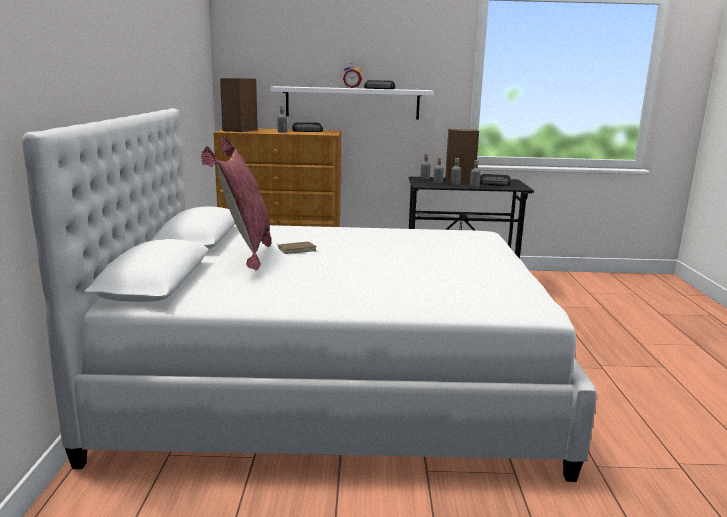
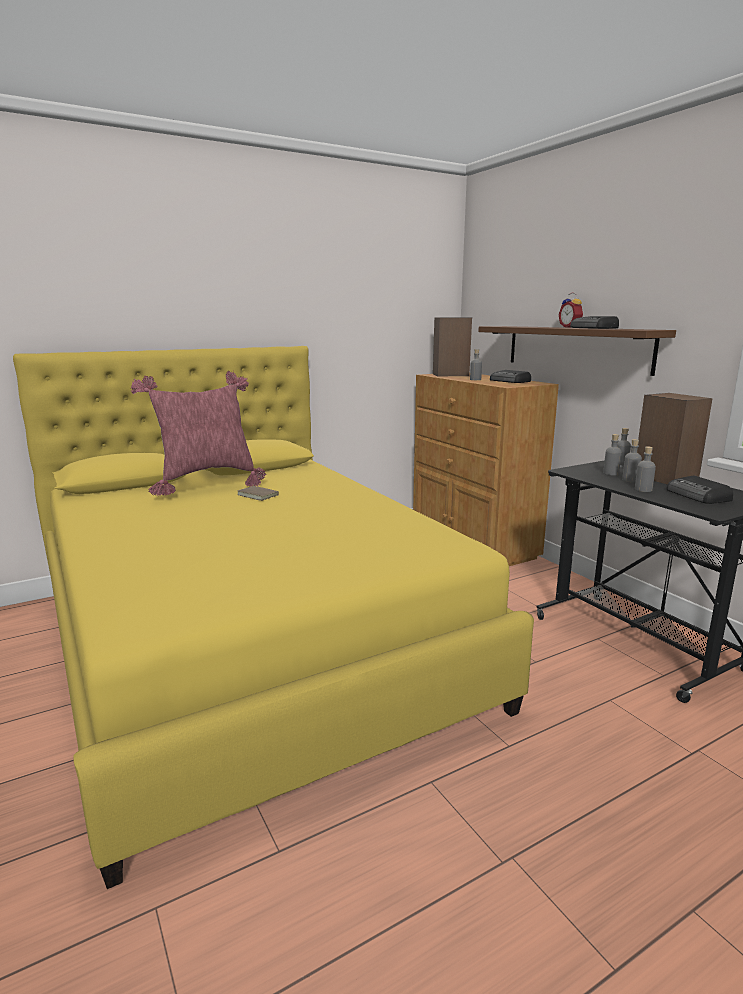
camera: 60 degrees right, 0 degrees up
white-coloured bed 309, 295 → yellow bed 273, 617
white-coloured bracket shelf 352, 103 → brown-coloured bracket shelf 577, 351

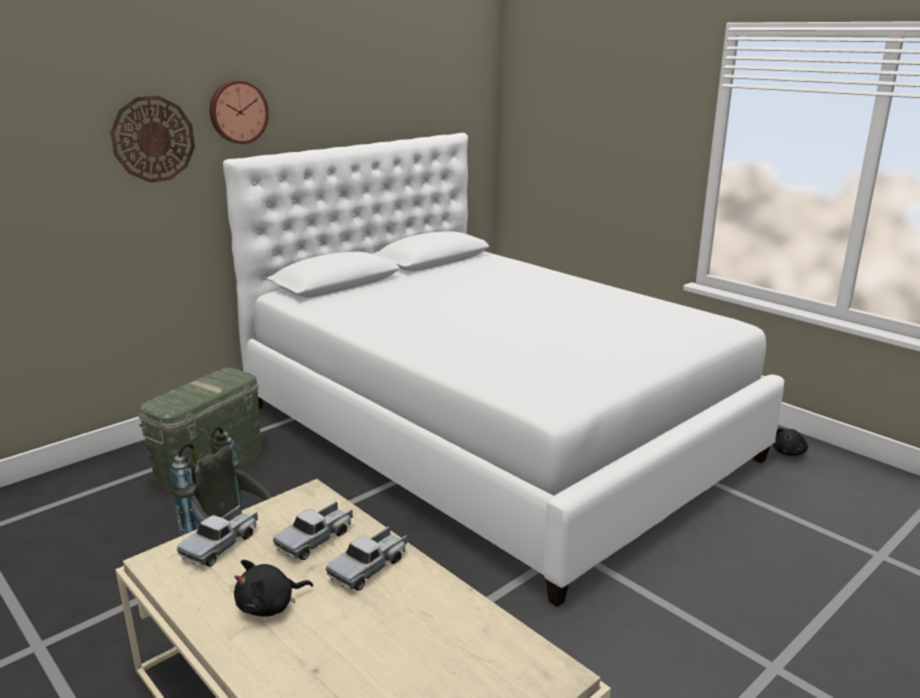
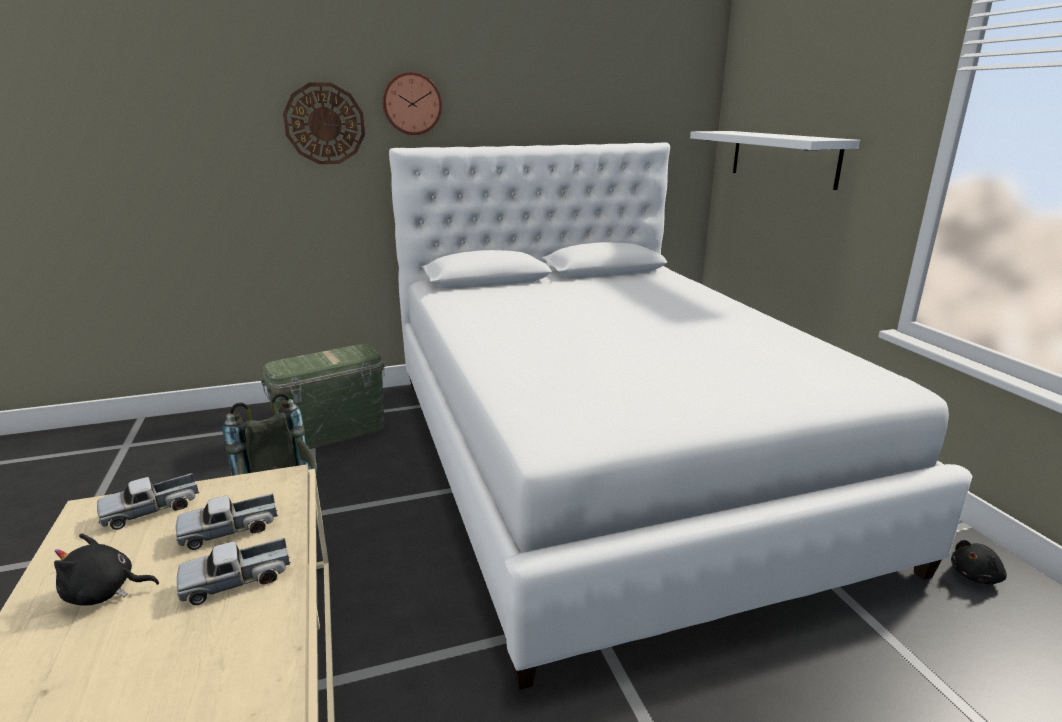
camera: 25 degrees right, 0 degrees up
- → white-coloured bracket shelf 775, 160

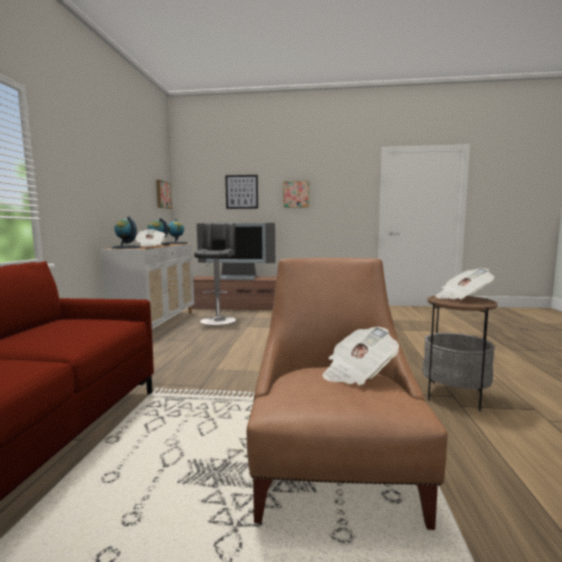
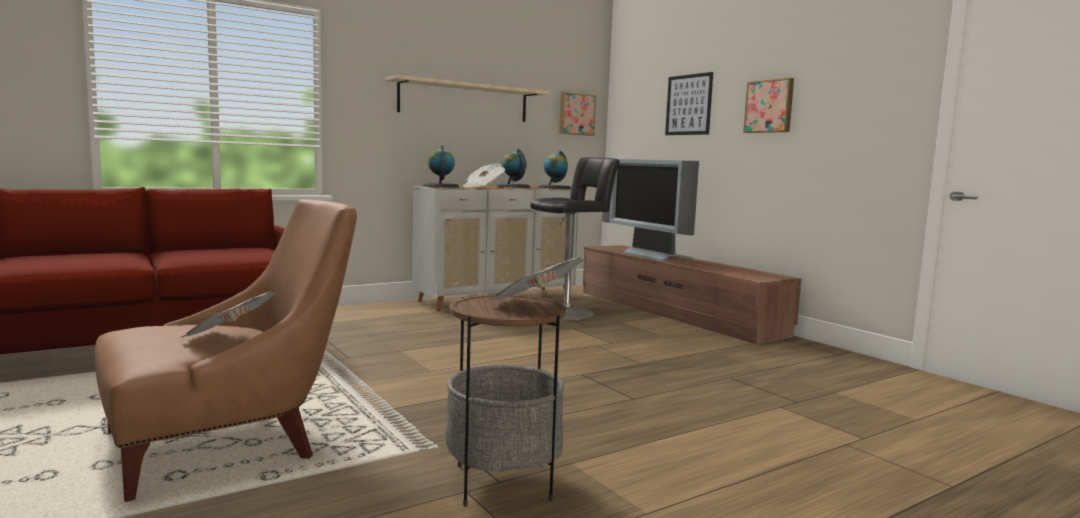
camera: 50 degrees right, 0 degrees up
- → beige bracket shelf 467, 98

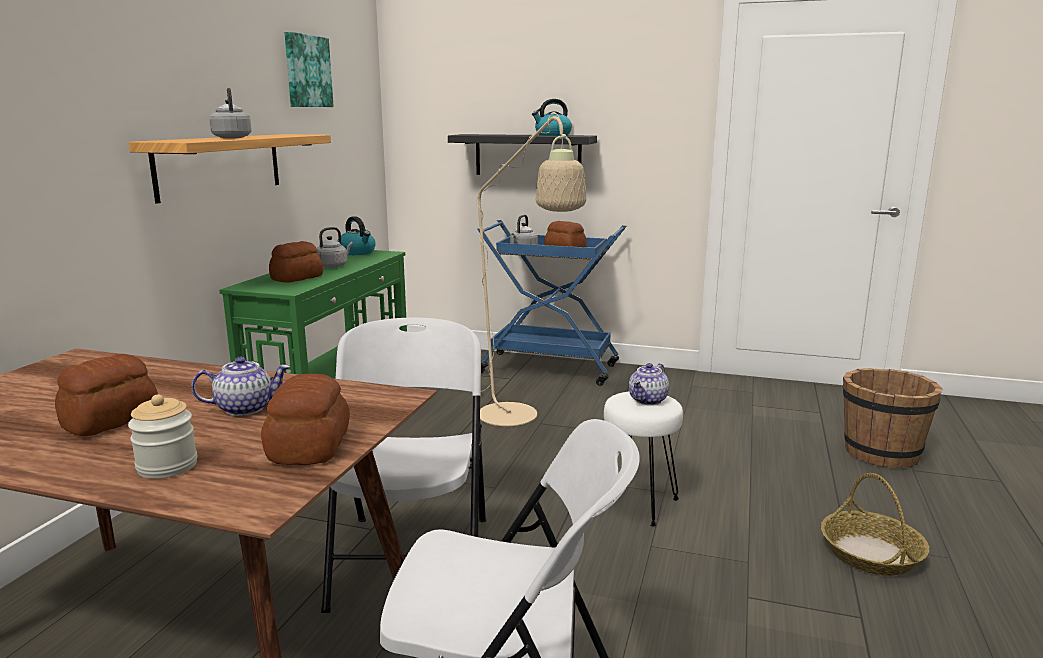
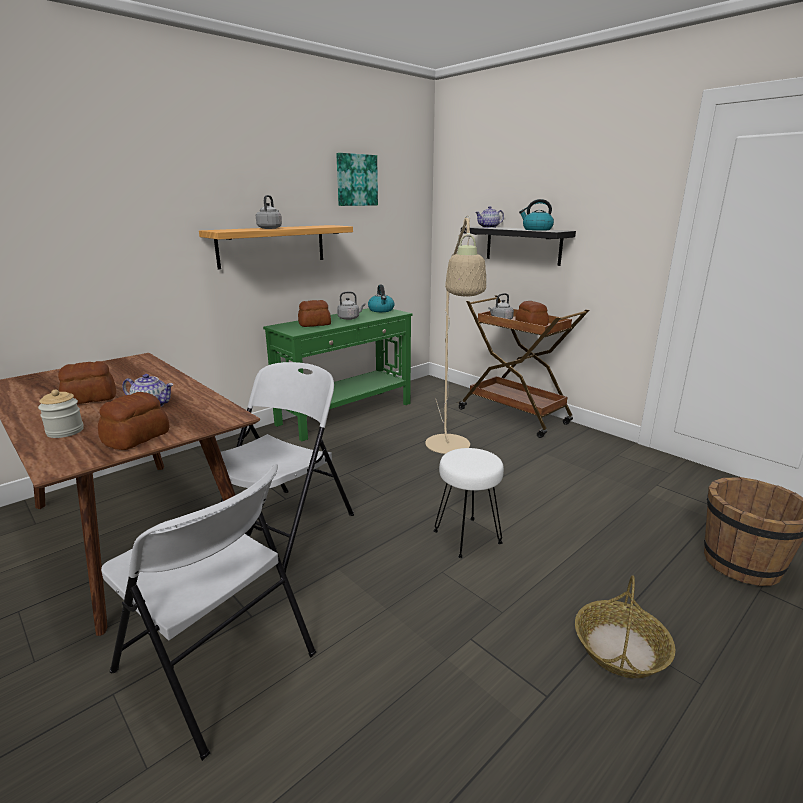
camera: 30 degrees right, 5 degrees up
bluish wheeled cart 552, 303 → brown-coloured wheeled cart 523, 366
pot for tea 649, 384 → pot for tea 489, 217, relocated

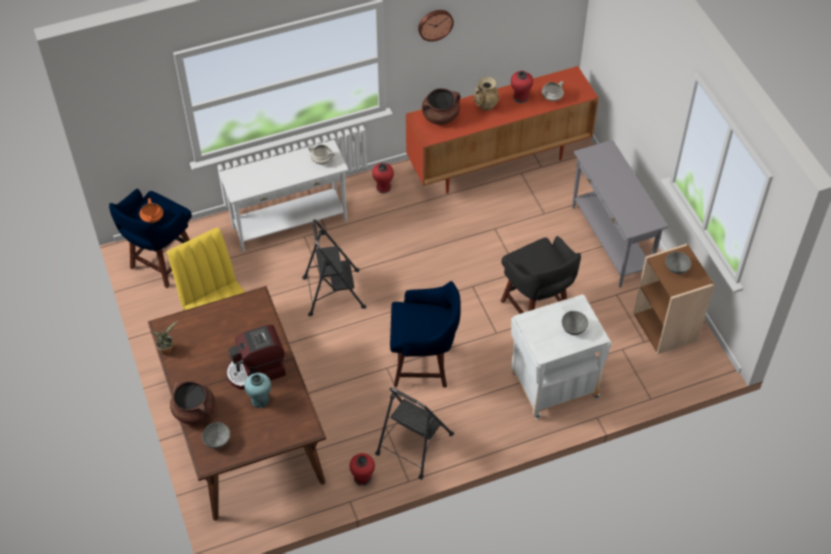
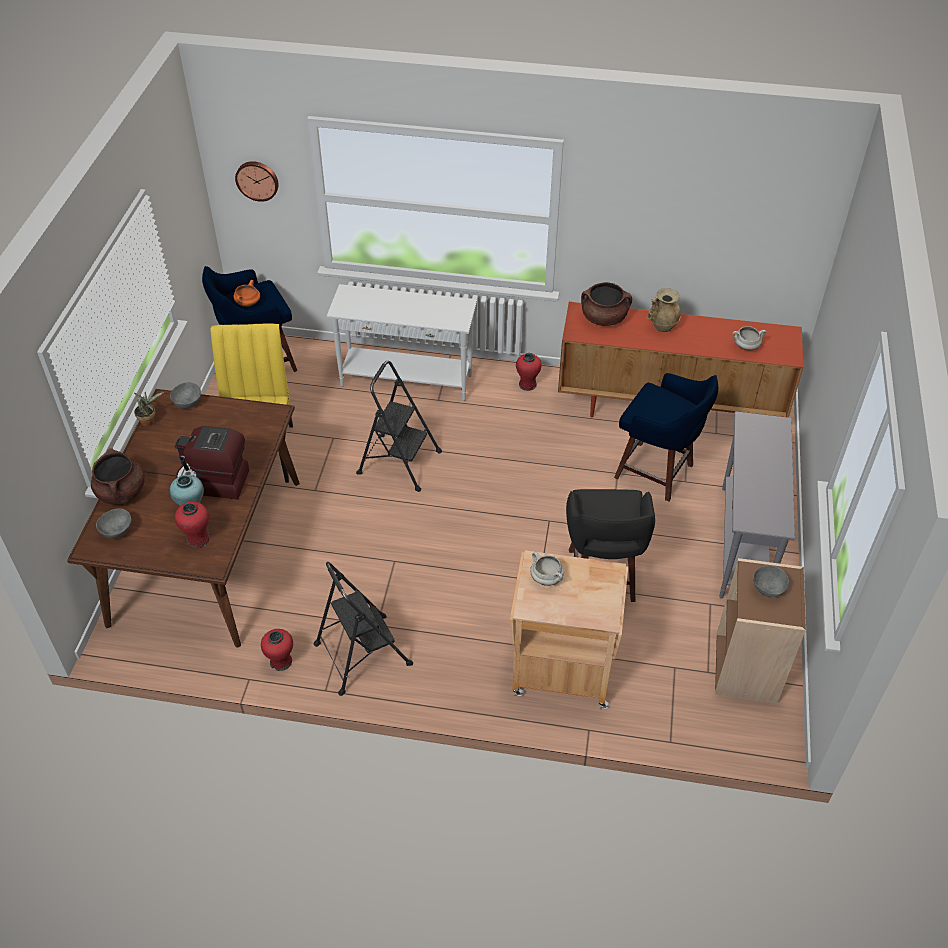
camera: 30 degrees right, 5 degrees down
white-coloured saucepot 321, 154 → white-coloured saucepot 547, 569, relocated
bluish stool seat 425, 334 → bluish stool seat 666, 437, relocated
hanging clock 436, 26 → hanging clock 257, 181, relocated
red-coloured decorative vase 522, 87 → red-coloured decorative vase 192, 525, relocated
white-coloured wheeled cart 561, 357 → brown-coloured wheeled cart 569, 629
greyish deep dish 575, 323 → greyish deep dish 185, 395, relocated

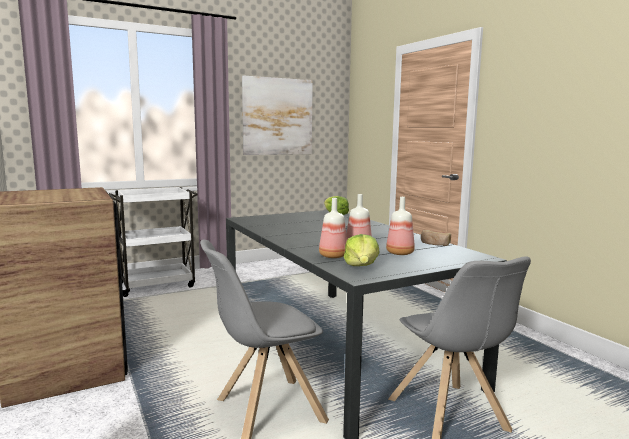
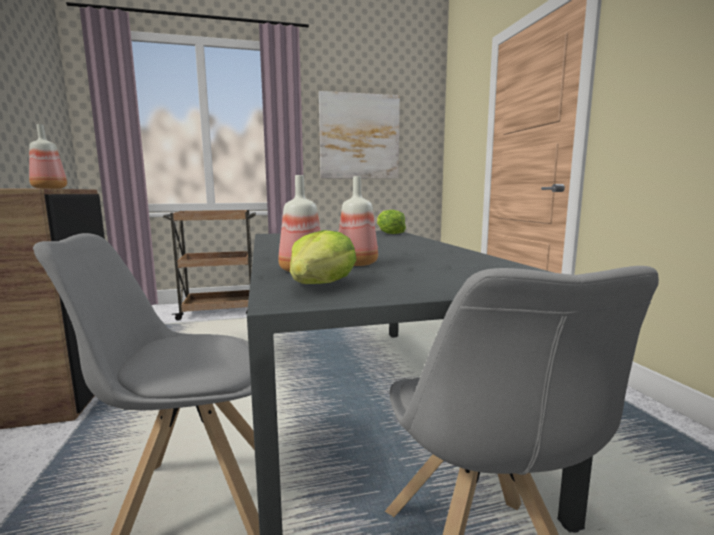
camera: 15 degrees right, 0 degrees up
white-coloured wheeled cart 153, 242 → brown-coloured wheeled cart 209, 265
drink bottle 400, 226 → drink bottle 48, 156, relocated
bread 436, 238 → -

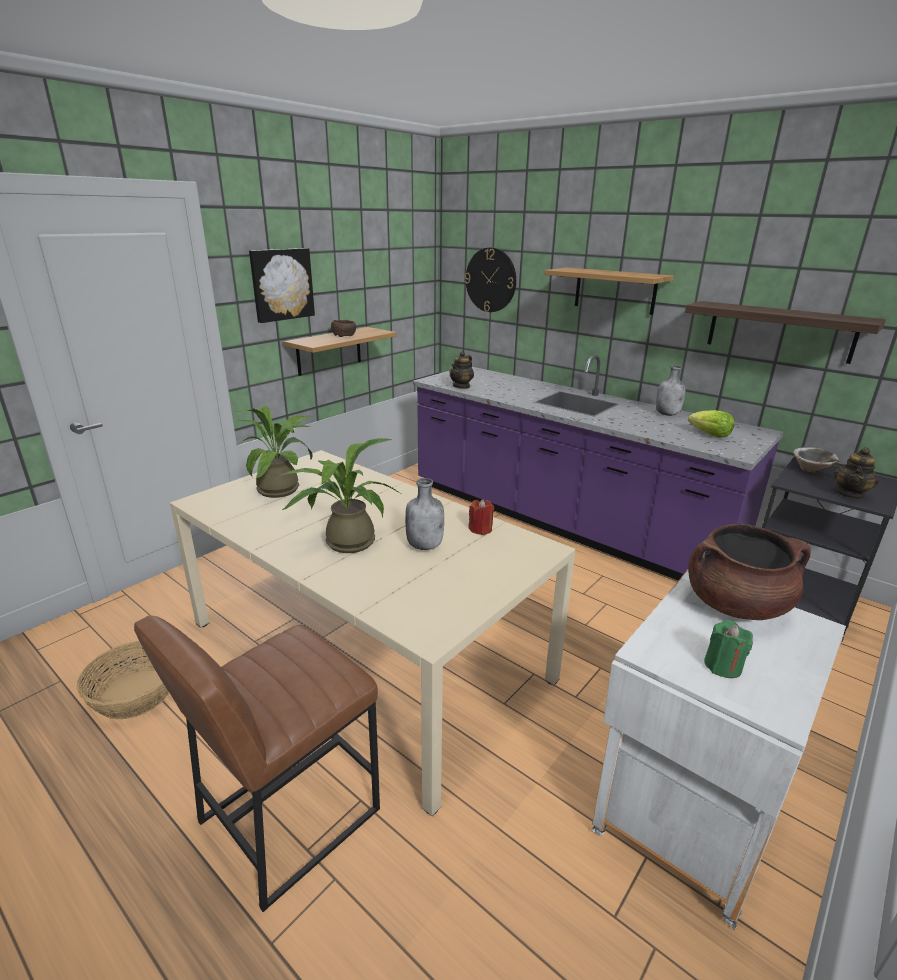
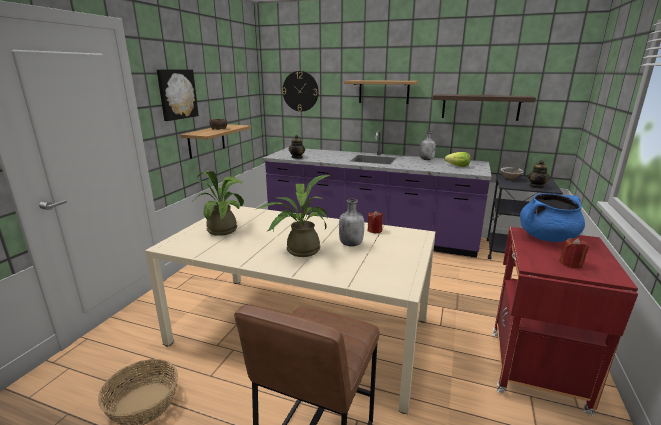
camera: 20 degrees left, 5 degrees down
white-coloured wheeled cart 718, 750 → red-coloured wheeled cart 565, 321
brown-coloured saucepot 749, 572 → bluish saucepot 552, 217
green wax candle 728, 649 → red-coloured wax candle 574, 253

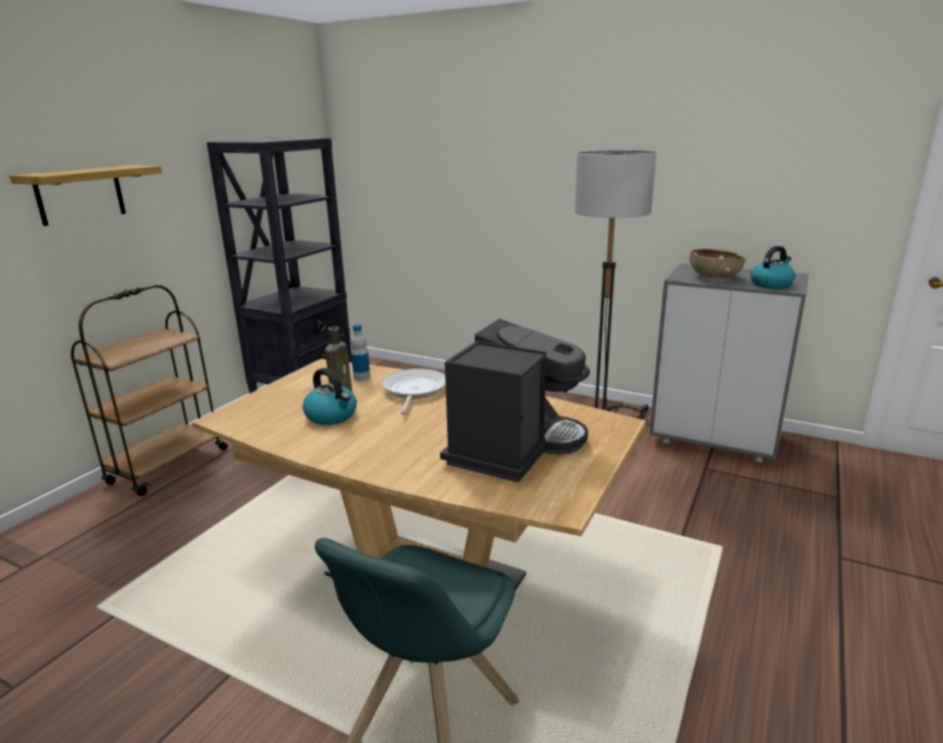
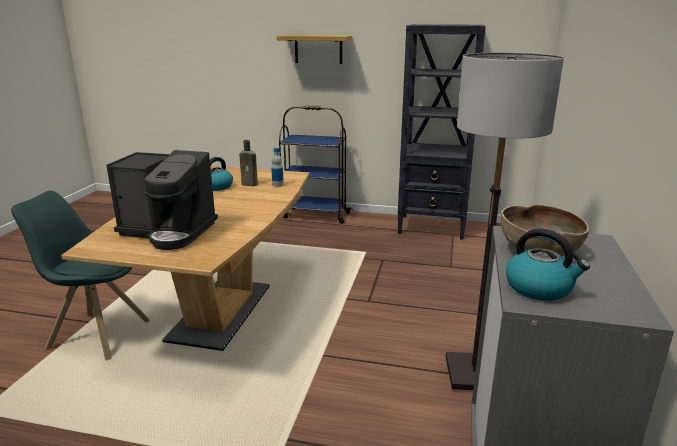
camera: 75 degrees right, 0 degrees up
brown-coloured wheeled cart 149, 390 → bluish wheeled cart 316, 164
pan 414, 392 → -

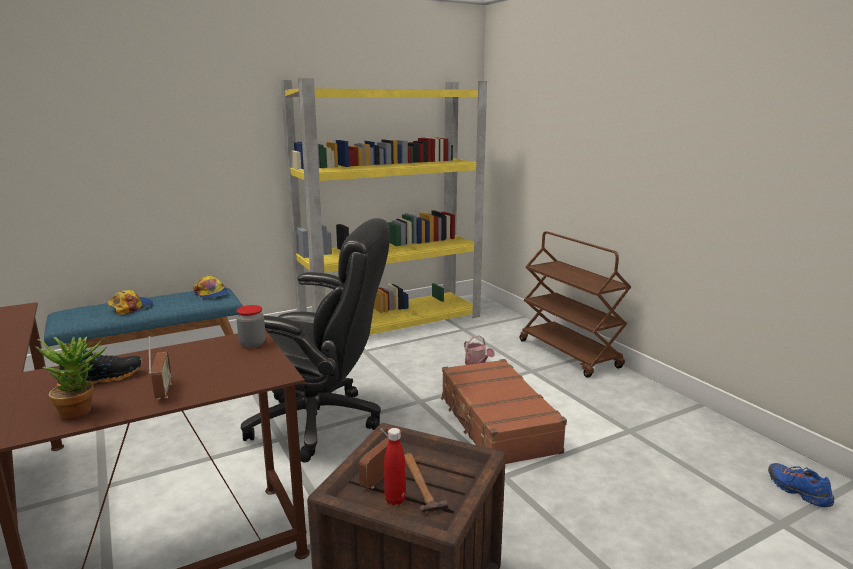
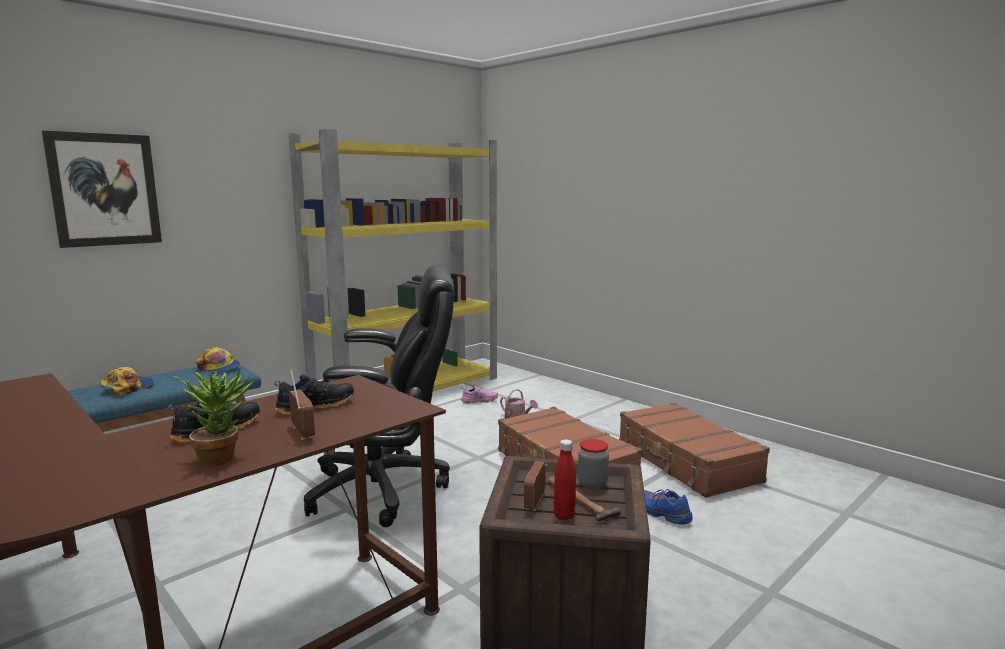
camera: 15 degrees left, 5 degrees down
preserve jar 251, 326 → preserve jar 593, 464, relocated
brown-coloured wheeled cart 575, 304 → -
bluish item of footwear 801, 485 → bluish item of footwear 668, 507, relocated
- → picture 102, 189
- → blackish item of footwear 314, 394
- → pink item of footwear 479, 394
- → brown-coloured piece of luggage 694, 450

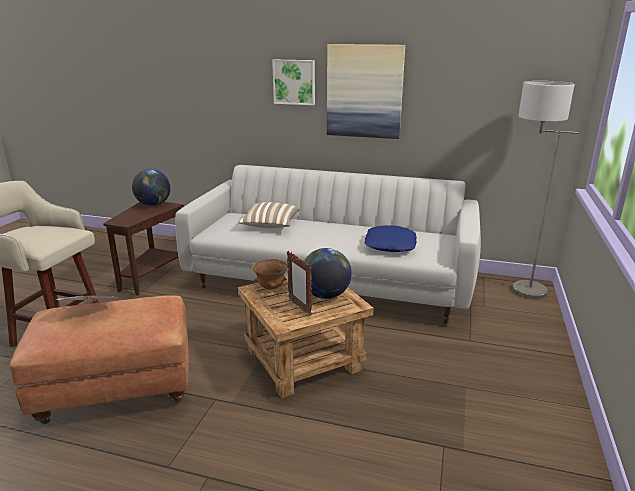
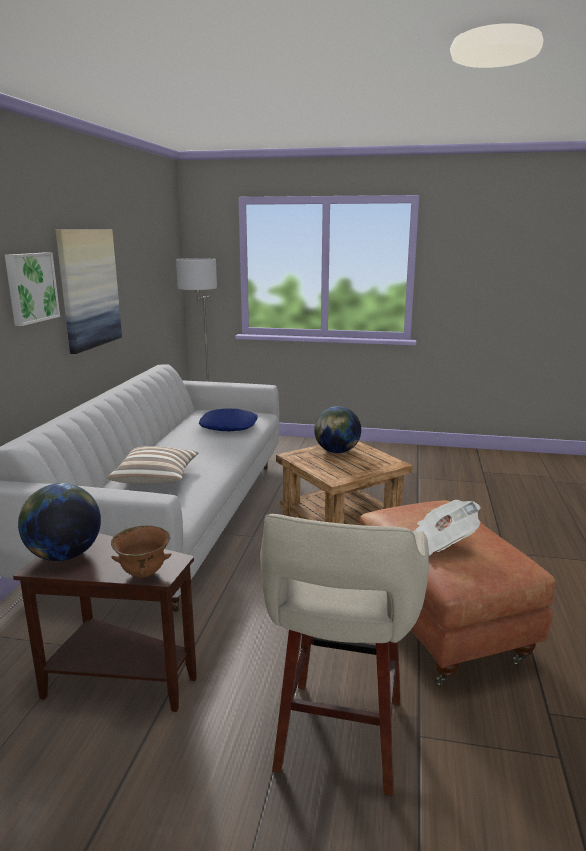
camera: 95 degrees left, 5 degrees down
brown-coloured deep dish 270, 274 → brown-coloured deep dish 141, 552, relocated
picture frame 299, 283 → -

